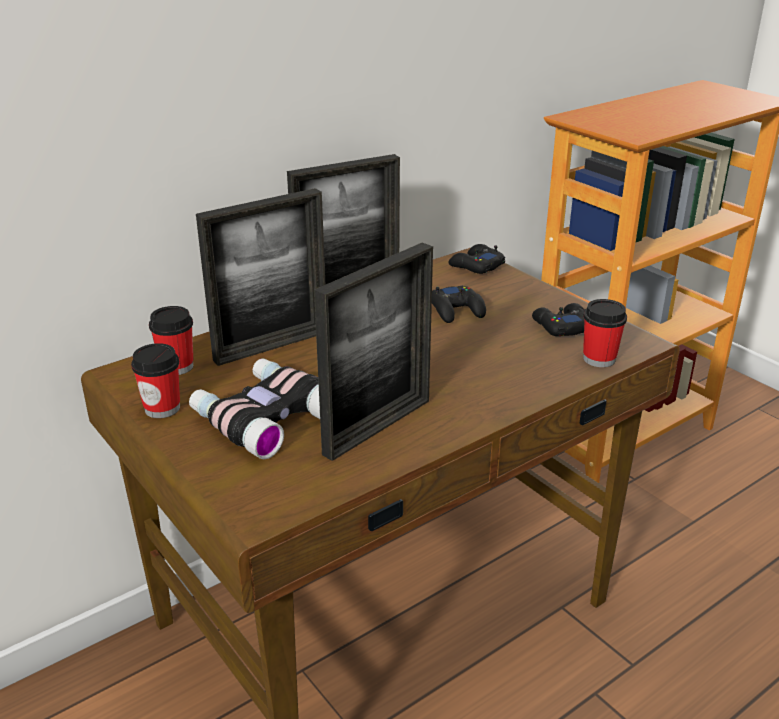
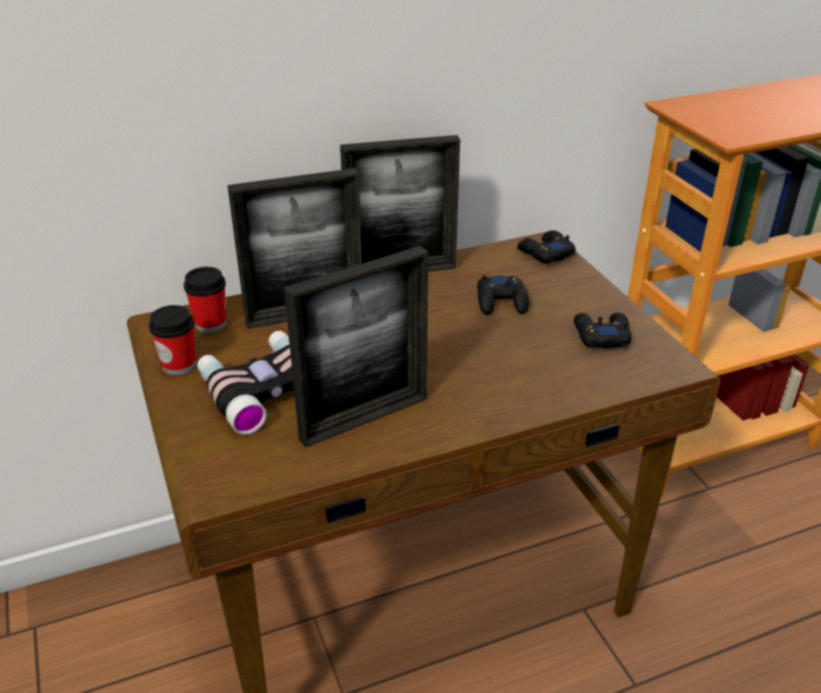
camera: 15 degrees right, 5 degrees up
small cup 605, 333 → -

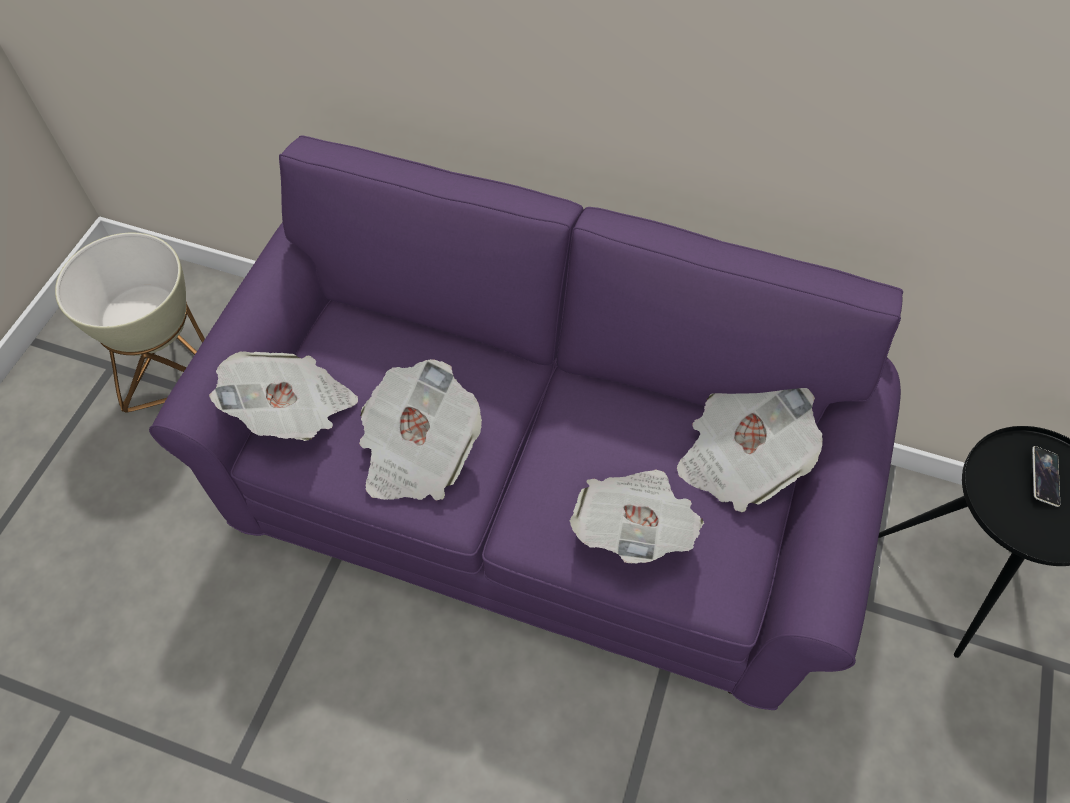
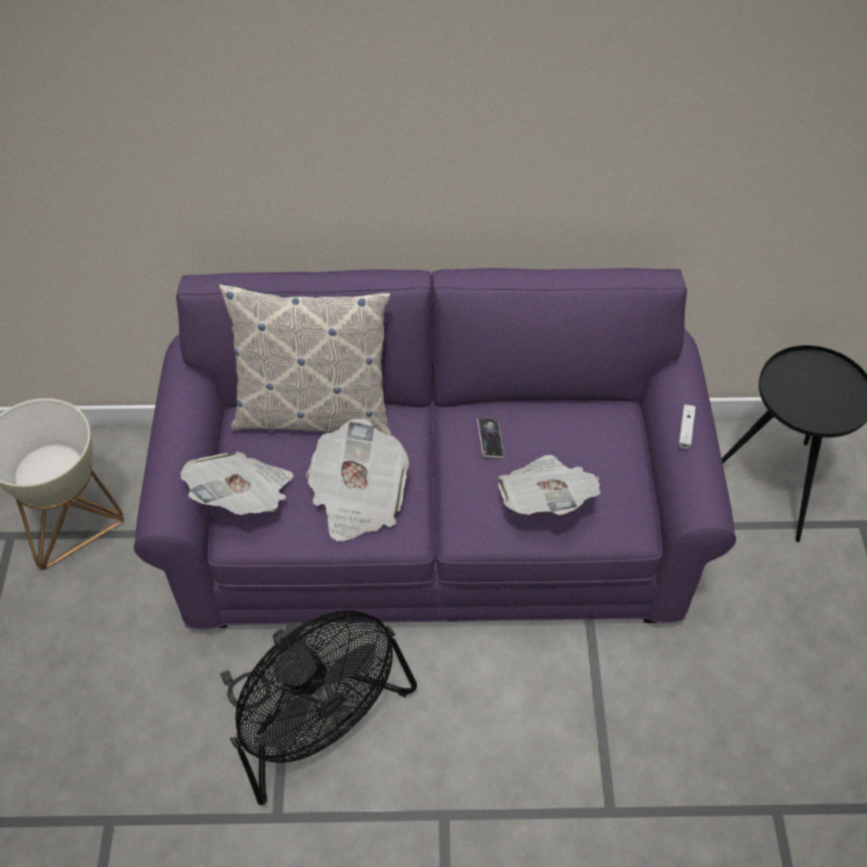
camera: 20 degrees left, 5 degrees down
printed paper 750, 450 → -
handset 1046, 476 → handset 490, 438, relocated
- → pillow 305, 360
- → blackish fan 318, 708
- → white-coloured game controller 687, 426

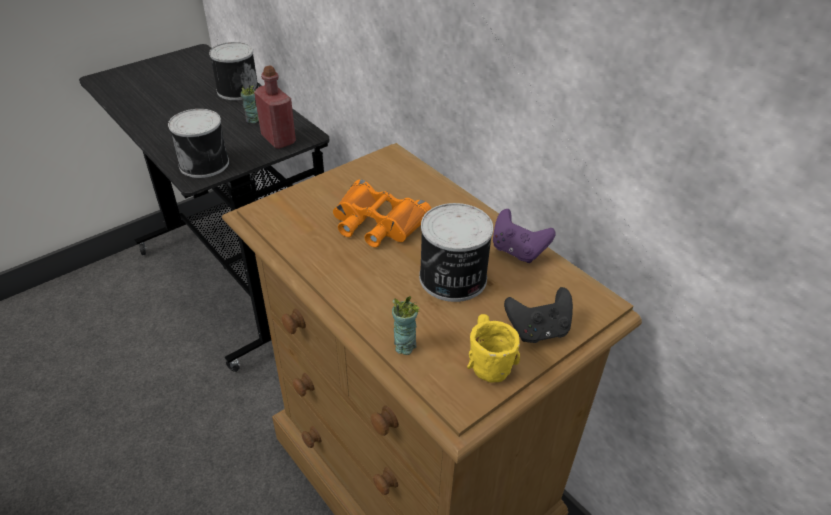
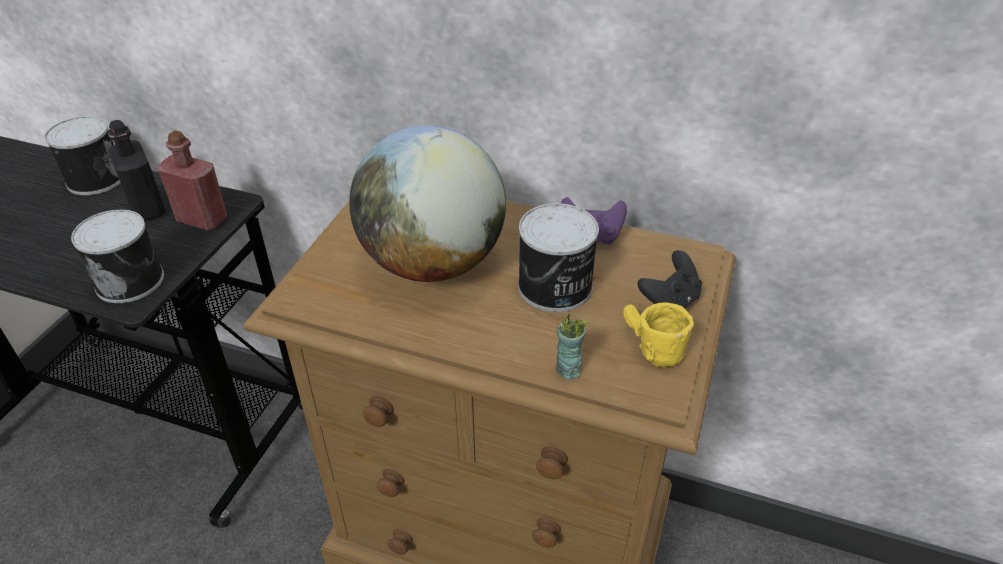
camera: 30 degrees left, 0 degrees up
small cup 249, 104 → blackish drink bottle 137, 170
orange-coloured binoculars 382, 213 → globe 427, 203

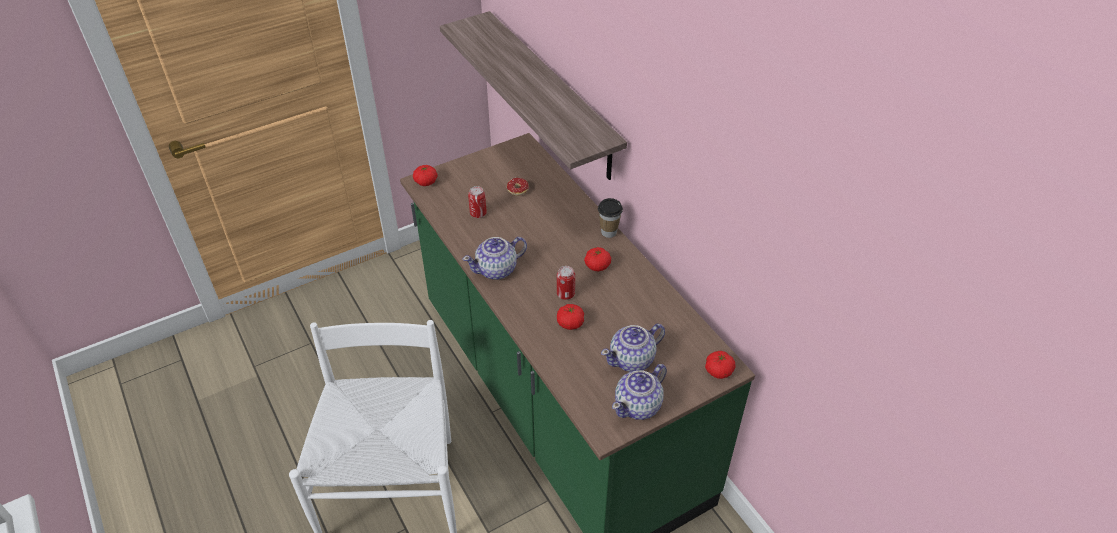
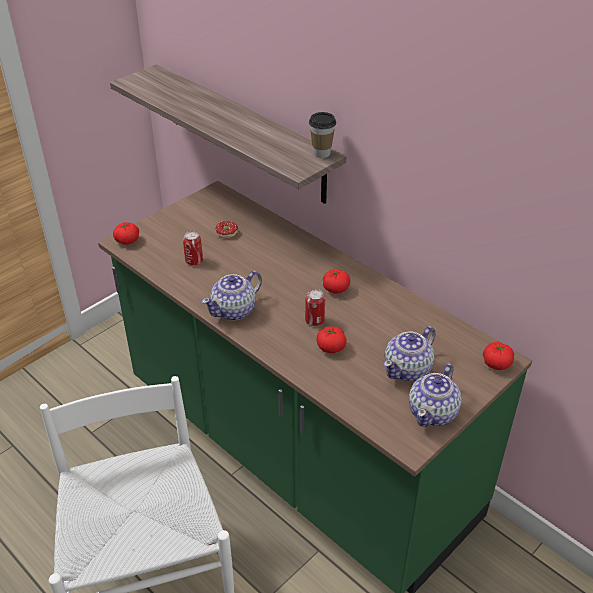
camera: 15 degrees left, 5 degrees down
small cup 610, 218 → small cup 322, 135, relocated

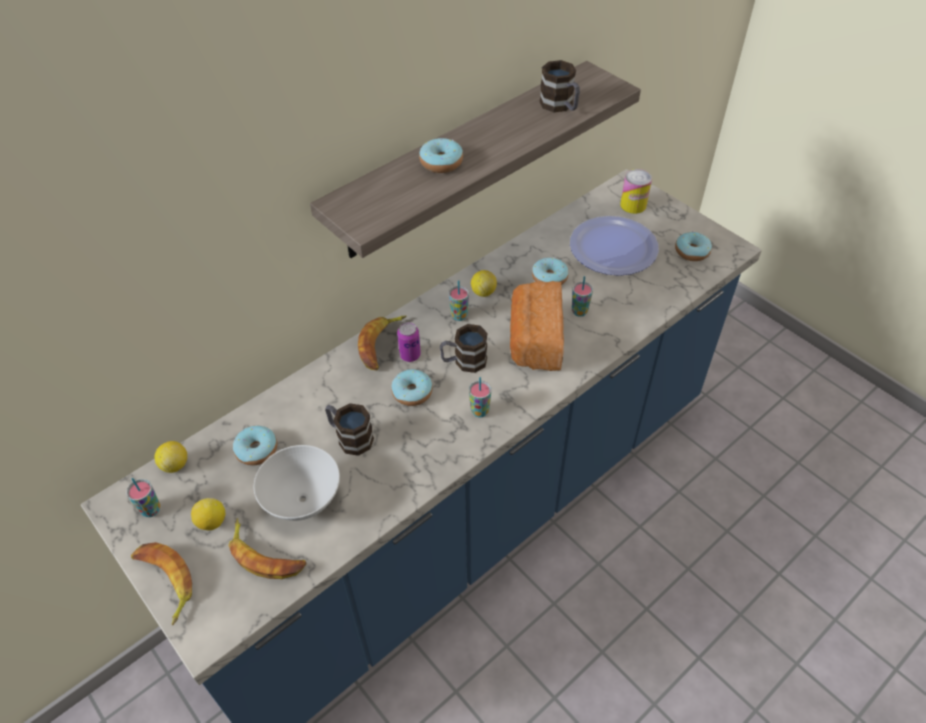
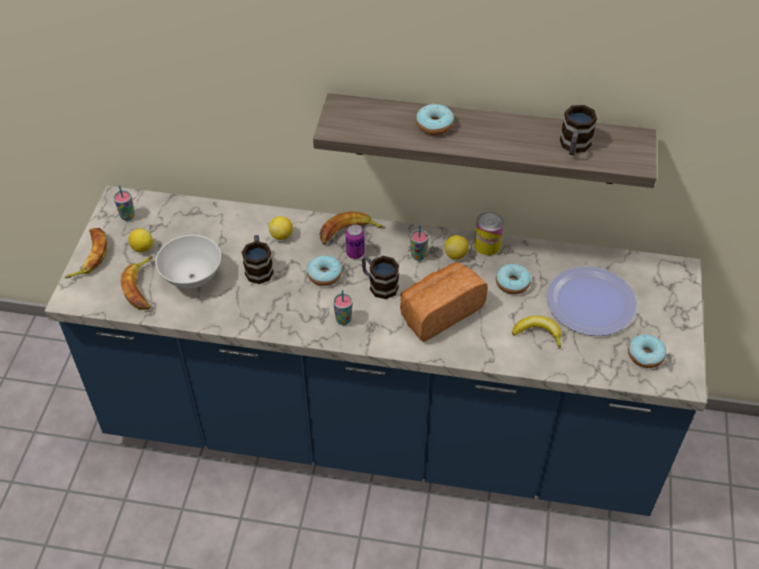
camera: 50 degrees right, 0 degrees up
whole lemon 170, 457 → whole lemon 281, 228, relocated
donut 255, 445 → -
small cup 582, 296 → -
metal can 636, 191 → metal can 489, 233, relocated
- → whole banana 537, 332

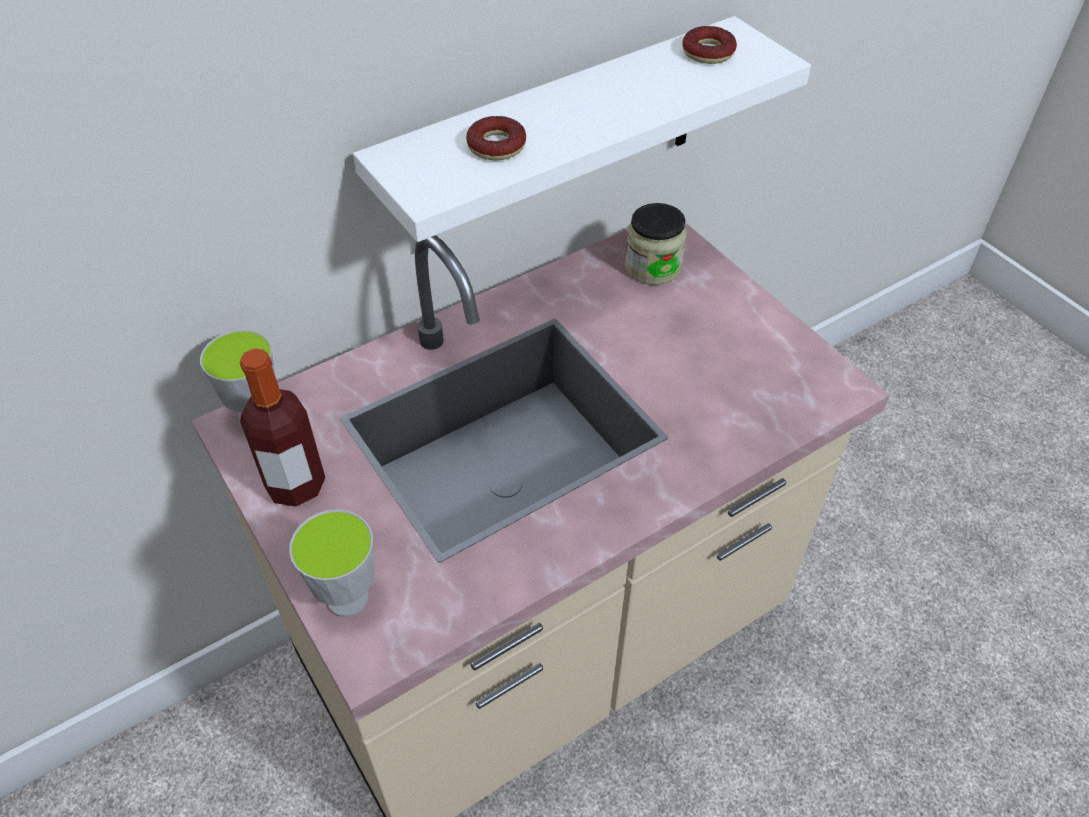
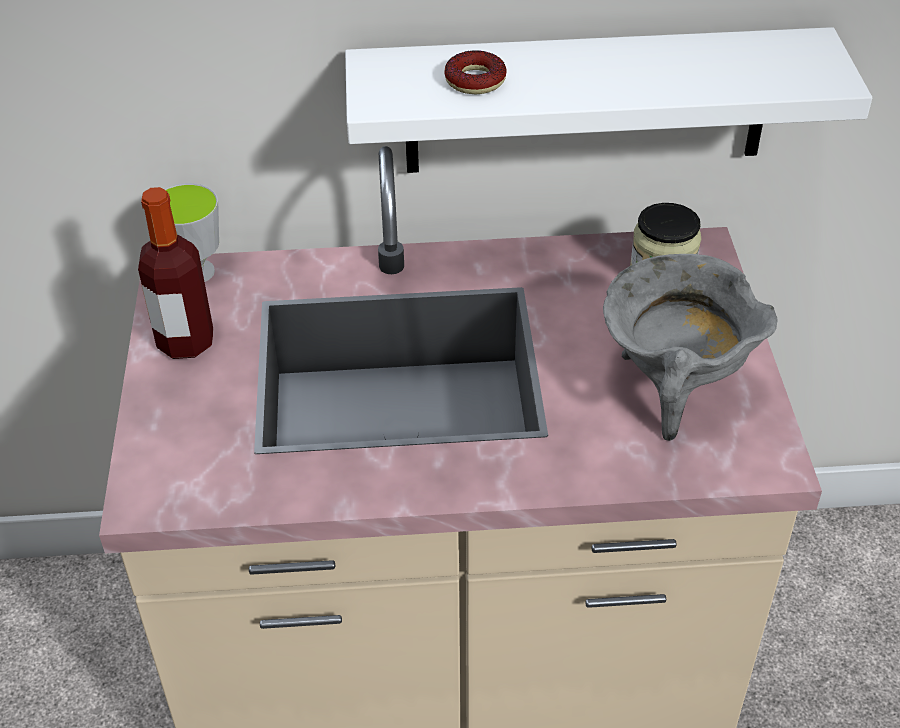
camera: 30 degrees right, 5 degrees down
small cup 331, 563 → -
donut 709, 45 → -
- → greyish saucepot 690, 347

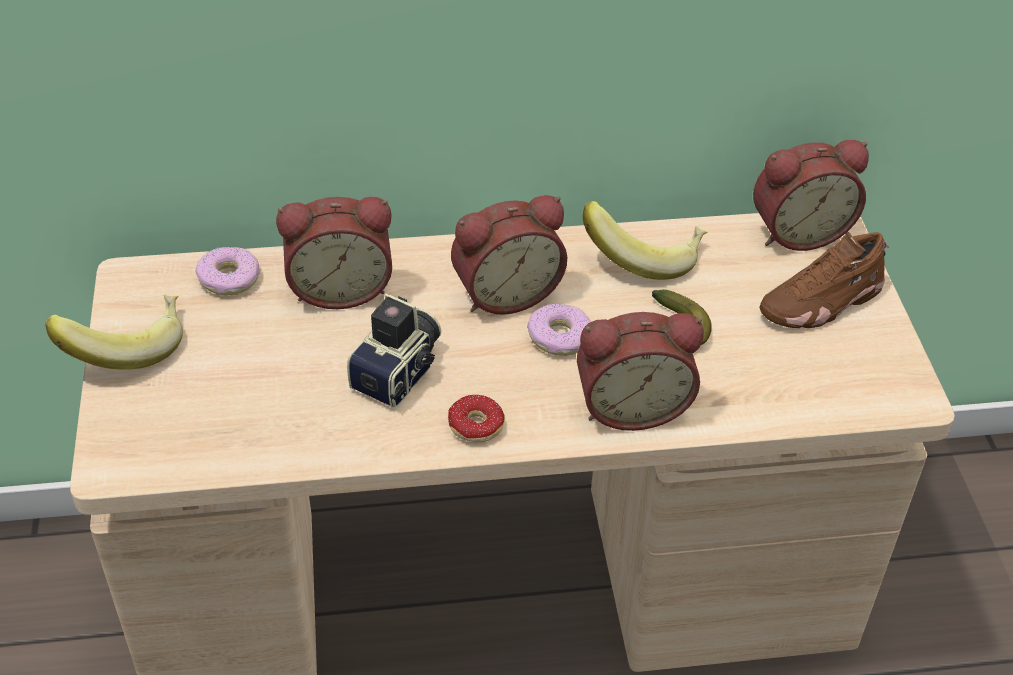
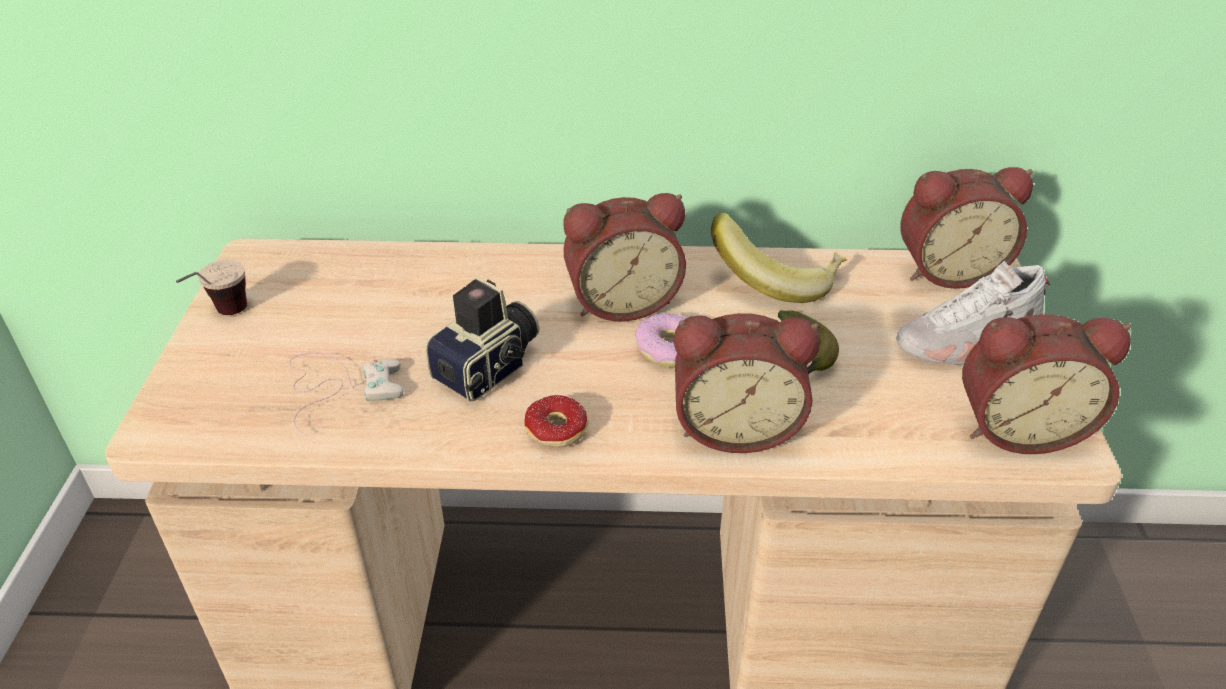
camera: 10 degrees right, 5 degrees down
whole banana 114, 332 → small cup 211, 287
donut 227, 271 → -
alarm clock 334, 253 → alarm clock 1046, 384, relocated
brown-coloured item of footwear 824, 280 → white-coloured item of footwear 973, 312
- → white-coloured game controller 346, 394

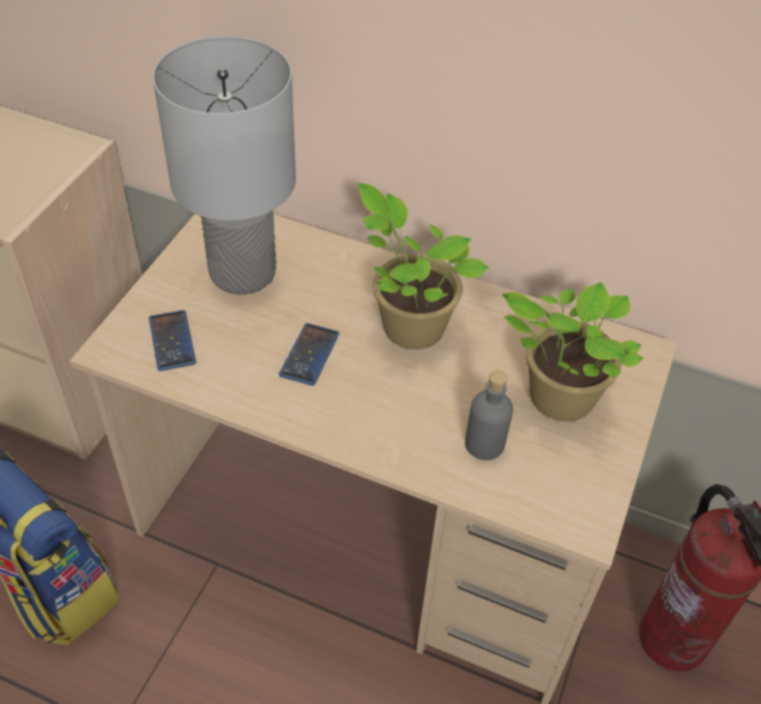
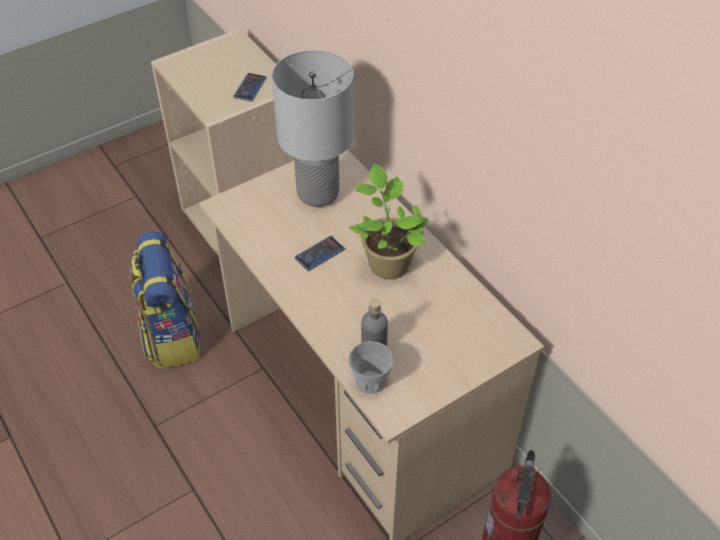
camera: 35 degrees right, 0 degrees up
handset 172, 340 → handset 249, 87, relocated
potted plant 573, 352 → -
- → small cup 371, 367

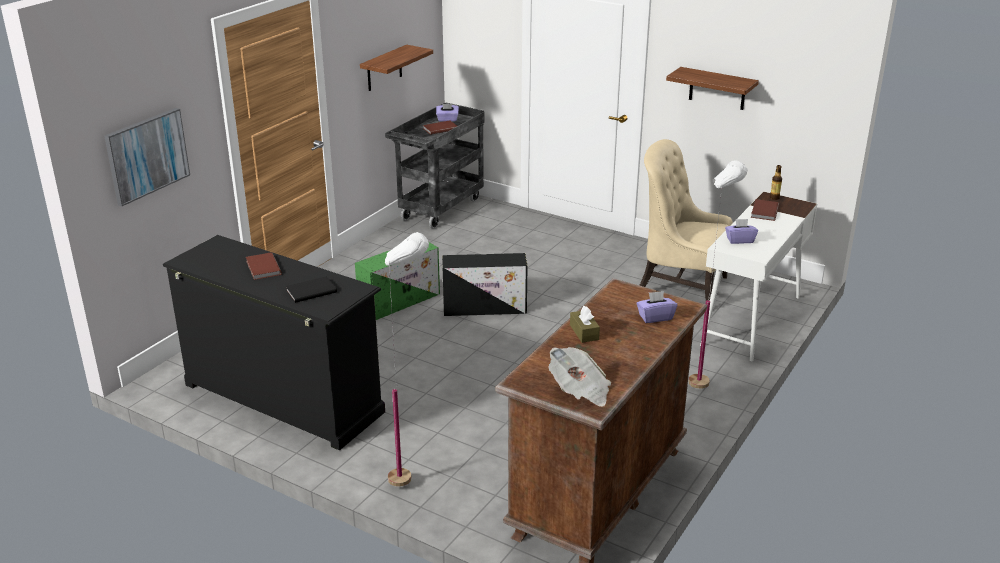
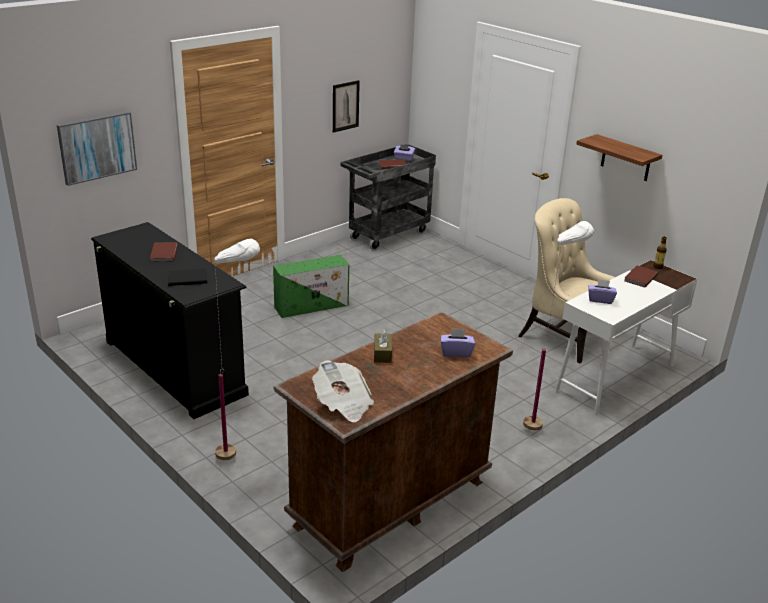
camera: 15 degrees right, 0 degrees up
bracket shelf 396, 68 → picture 346, 106
blackish storage box 485, 284 → -

